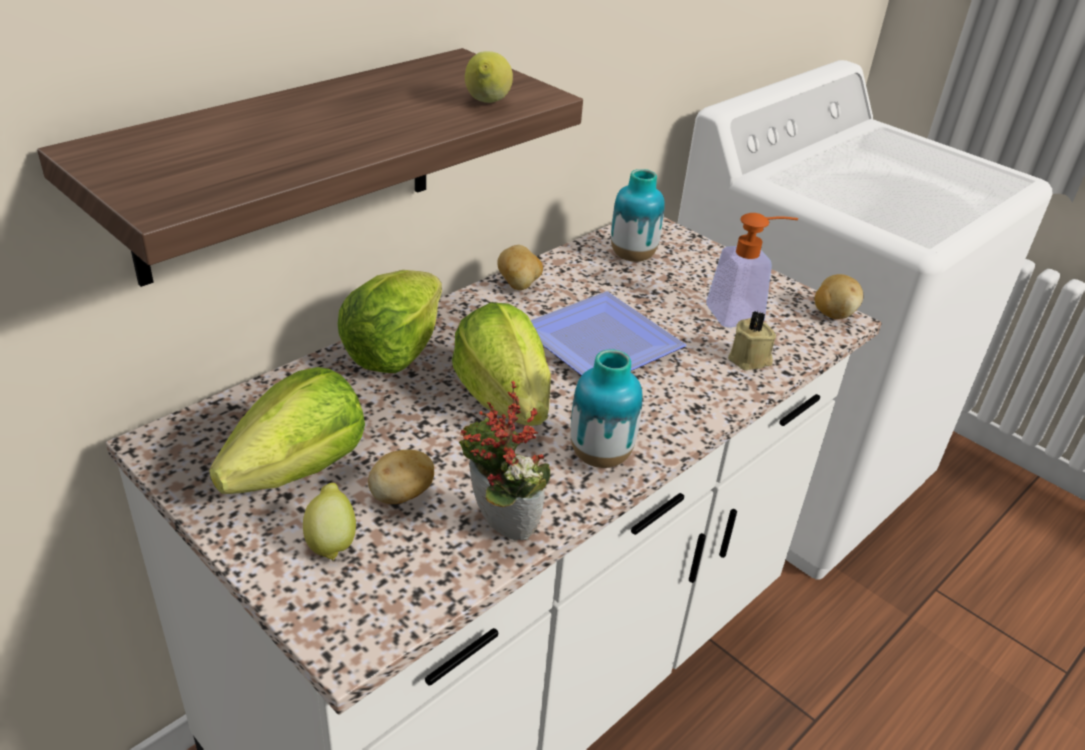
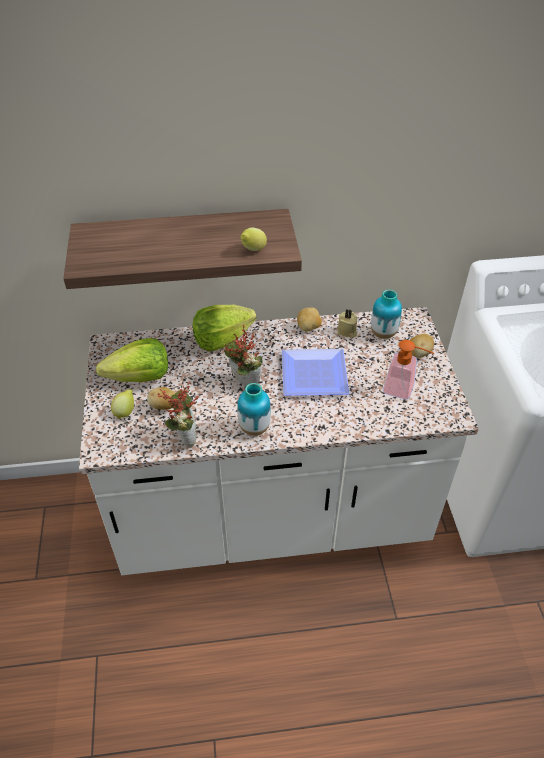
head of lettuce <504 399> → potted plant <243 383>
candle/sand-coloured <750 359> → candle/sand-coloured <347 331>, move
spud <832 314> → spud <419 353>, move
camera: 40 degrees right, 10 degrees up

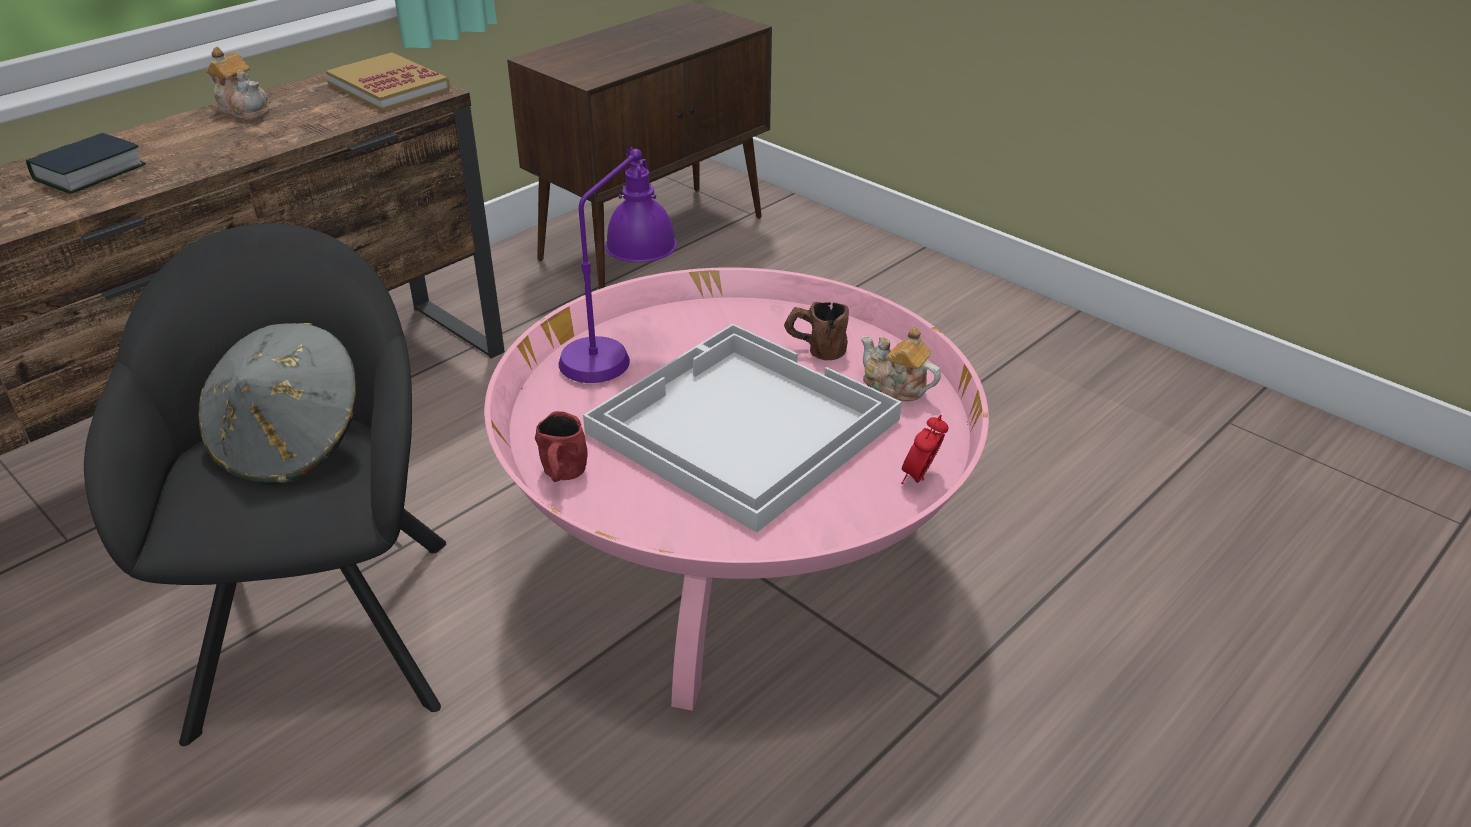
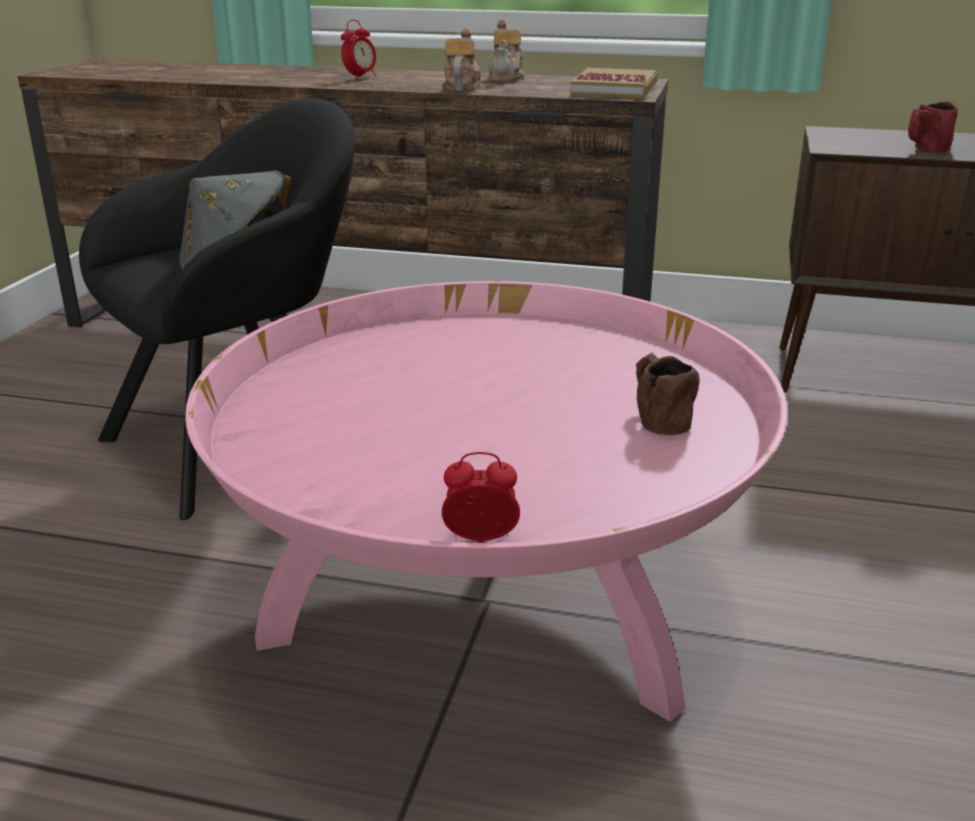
bound book <89 173> → table clock <360 77>
teapot <895 387> → teapot <461 87>, move
tea mug/red <563 477> → tea mug/red <924 150>, move
lamp for a table/purplish <620 351> → -
serving tray/white <740 426> → -
camera: 60 degrees right, 10 degrees down

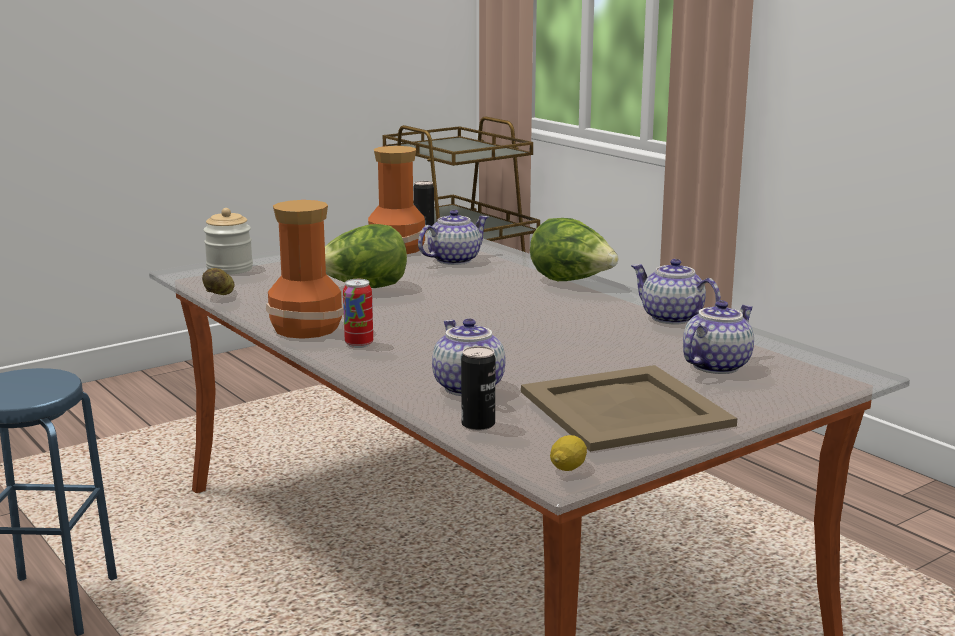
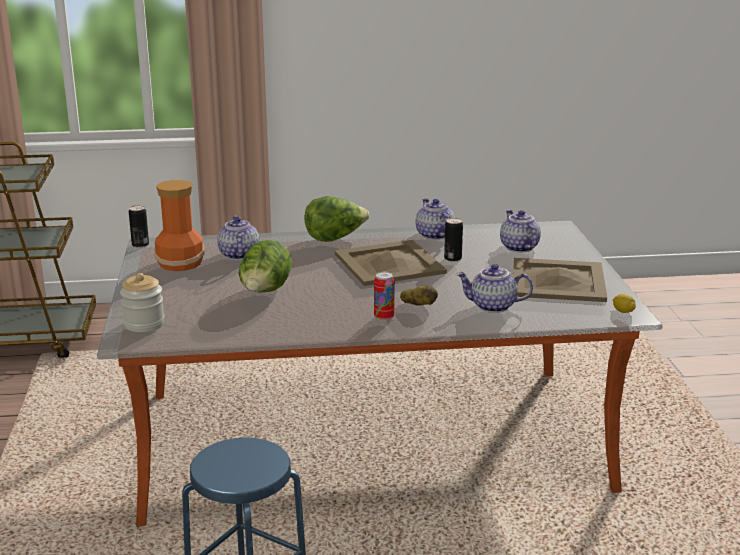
- → serving tray/sand-coloured <389 263>
spud <220 295> → spud <419 305>, move
teapot <672 318> → teapot <434 235>, 90 degrees clockwise
sealed can <478 424> → sealed can <452 258>, move
decorative vase <304 328> → -
camera: 60 degrees left, 5 degrees up

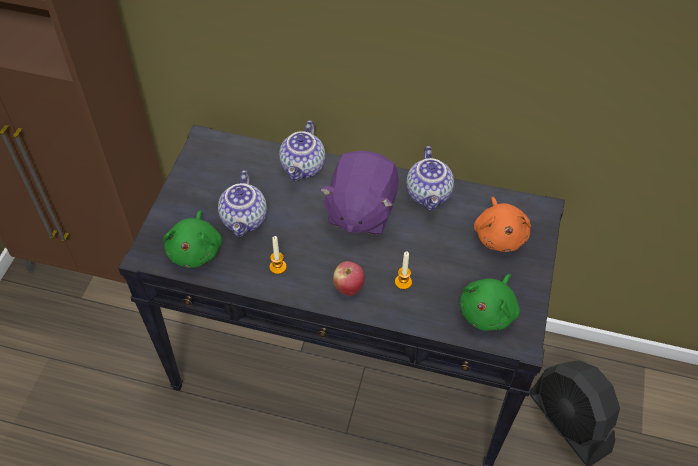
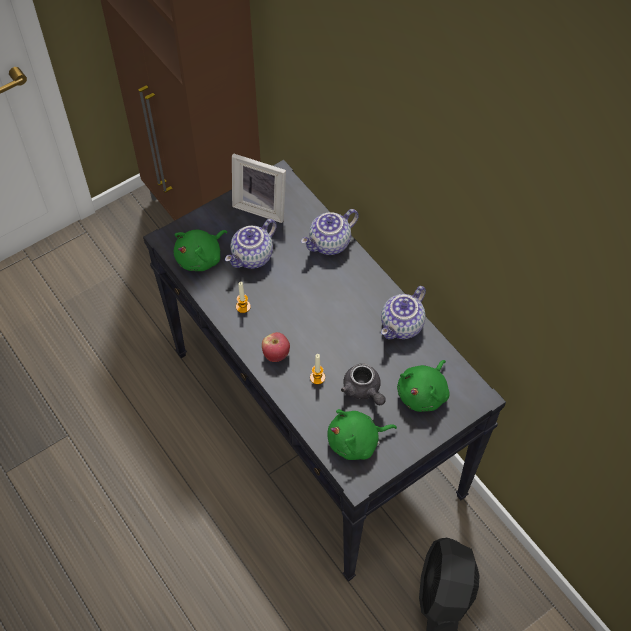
- → picture frame <262 206>
- → teapot/grey <363 390>
soft toy/orangey <499 235> → soft toy/greenish <423 393>
soft toy/purplish <360 211> → -
camera: 40 degrees right, 5 degrees up

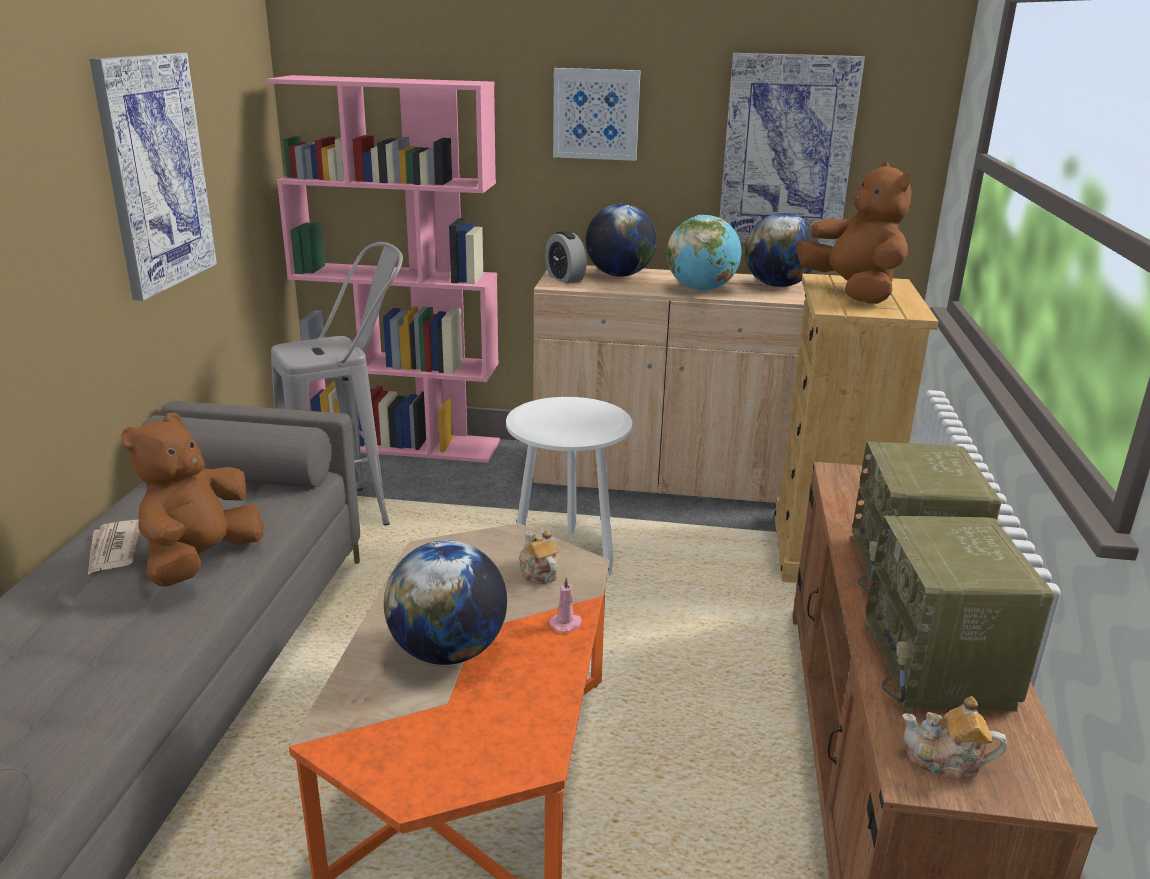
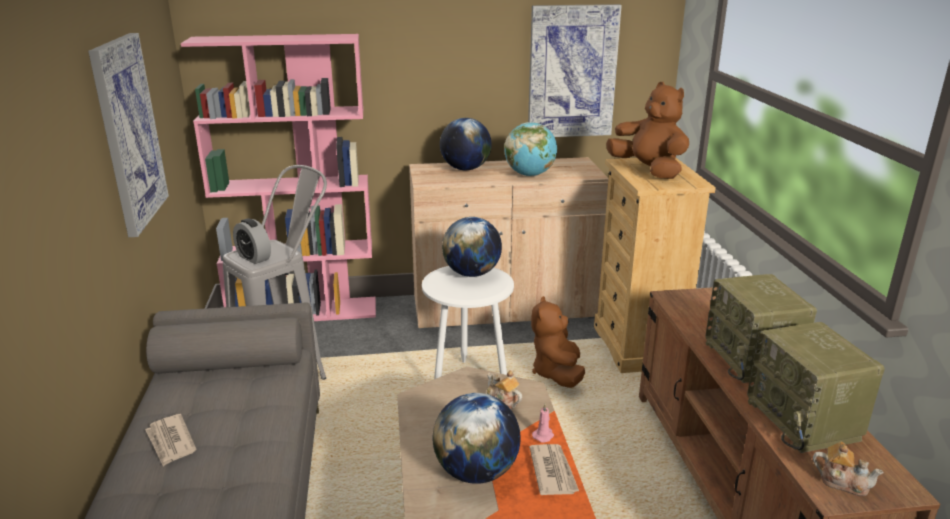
table clock <565 278> → table clock <254 258>, move
desk globe <777 286> → desk globe <472 273>, move
- → printed paper <553 471>
soft toy/brown <201 561> → soft toy/brown <557 373>, move
teapot <946 762> → teapot <842 482>, 150 degrees counterclockwise
wall picture <596 114> → -
camera: 15 degrees left, 0 degrees up

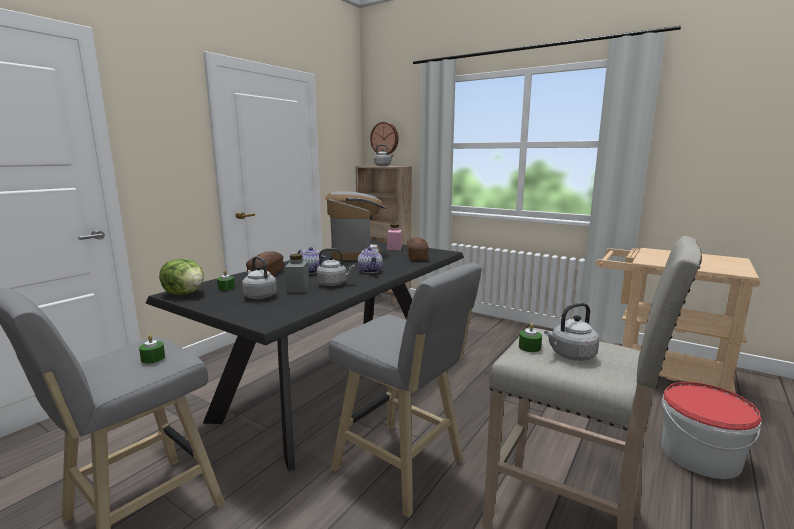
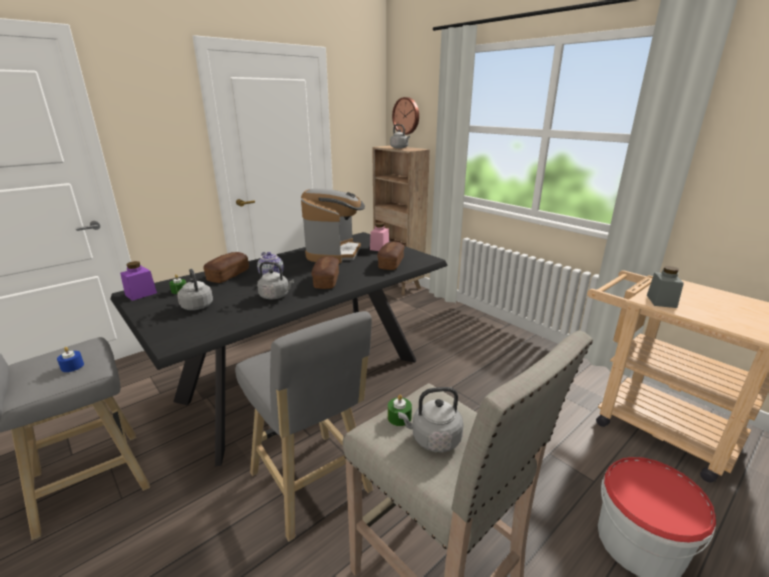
candle/greenish <153 358> → candle/blue-coloured <72 366>
head of lettuce <185 293> → jar/purplish <141 294>
teapot <370 271> → bakery bread <326 281>
jar/grey <297 288> → jar/grey <661 301>, move
camera: 15 degrees right, 10 degrees up

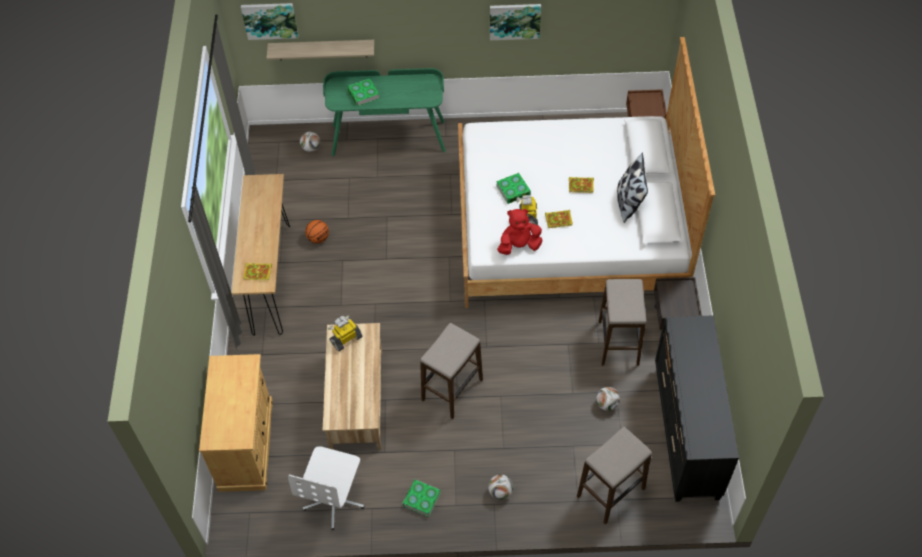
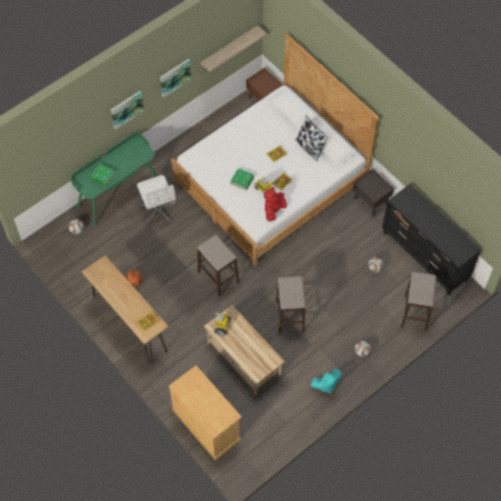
wall picture <270 20> → wall picture <126 109>, move
desk chair/white <334 499> → desk chair/white <158 209>, move
sitting stool <618 343> → sitting stool <218 277>, move
bracket shelf <322 49> → bracket shelf <229 48>, move
bound book <421 499> → soft toy/turquoise-coloured <326 384>
camera: 40 degrees left, 5 degrees up

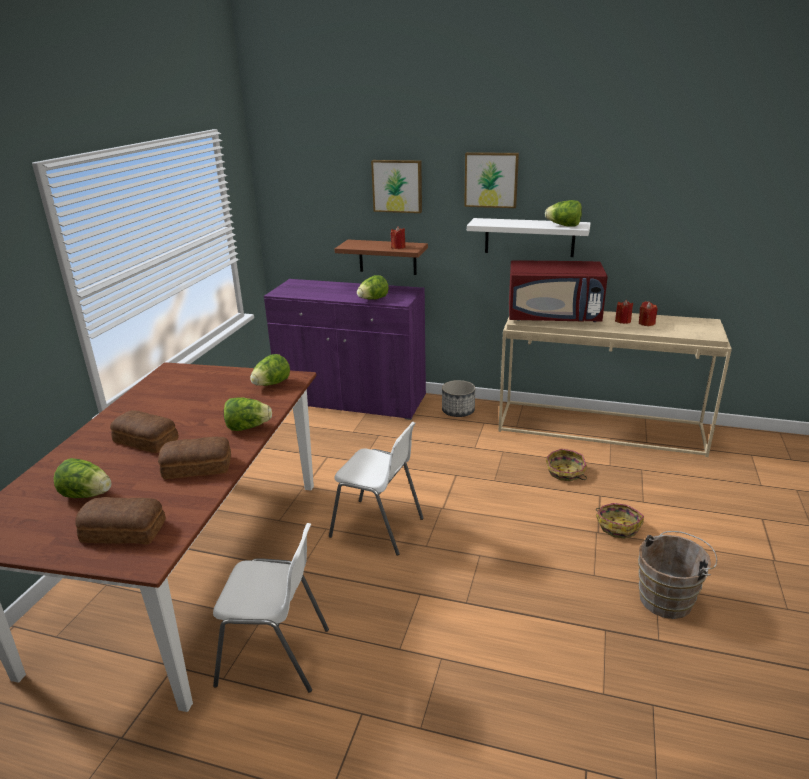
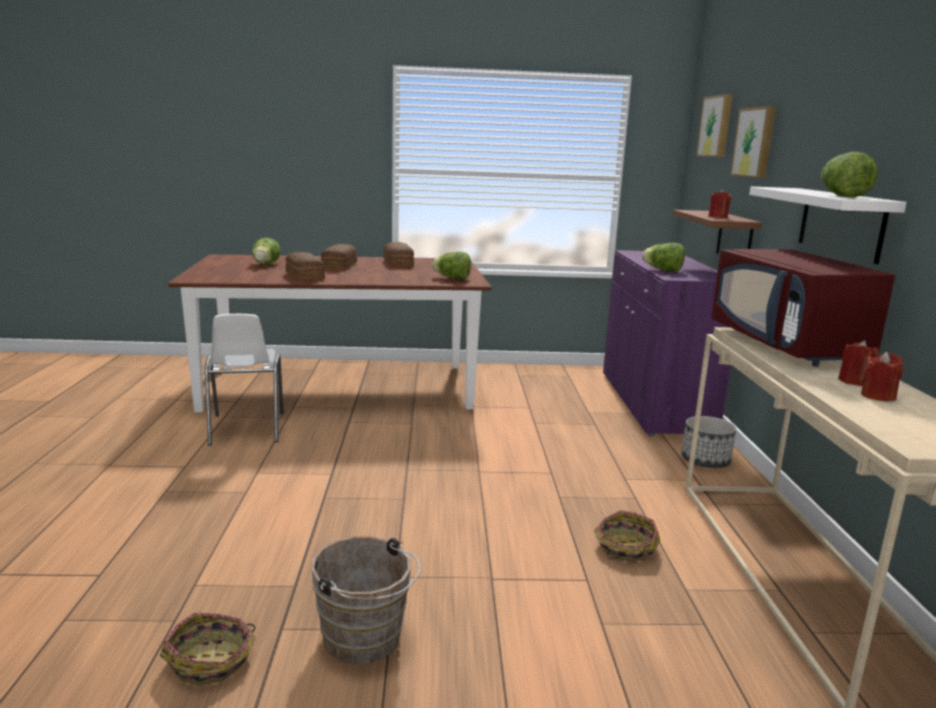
basket <618 526> → basket <212 660>, move
bakery bread <123 530> → bakery bread <399 263>, move
wall picture <491 179> → wall picture <717 126>, move
head of lettuce <248 427> → -
chair/white <378 528> → -
camera: 70 degrees right, 10 degrees down

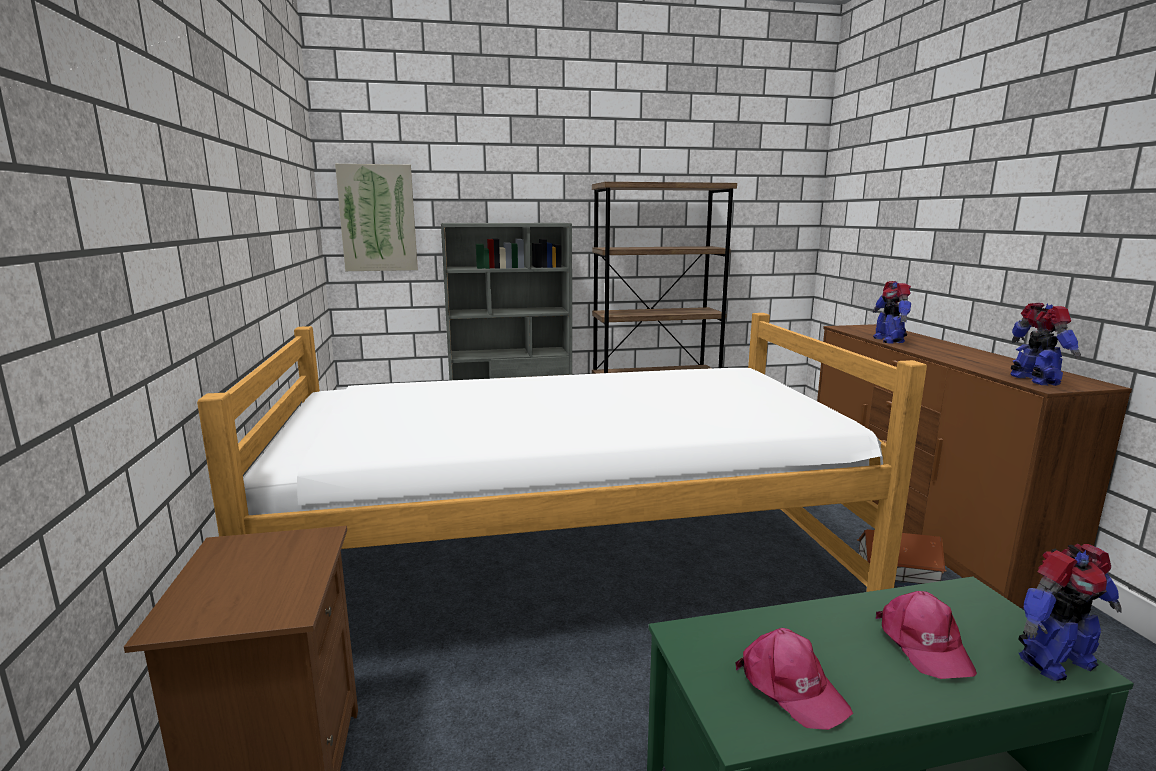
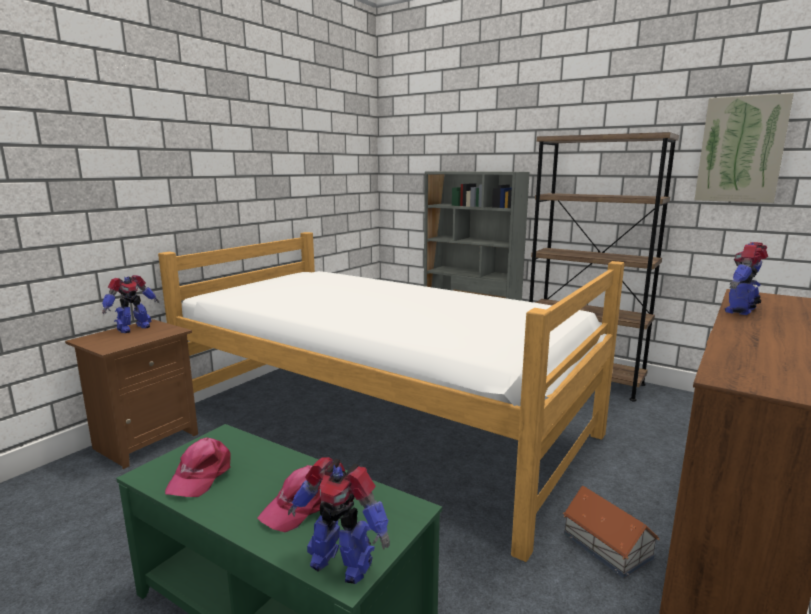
toy robot <1034 380> → toy robot <133 328>, move
wall picture <378 218> → wall picture <741 150>, move
camera: 45 degrees right, 0 degrees up

